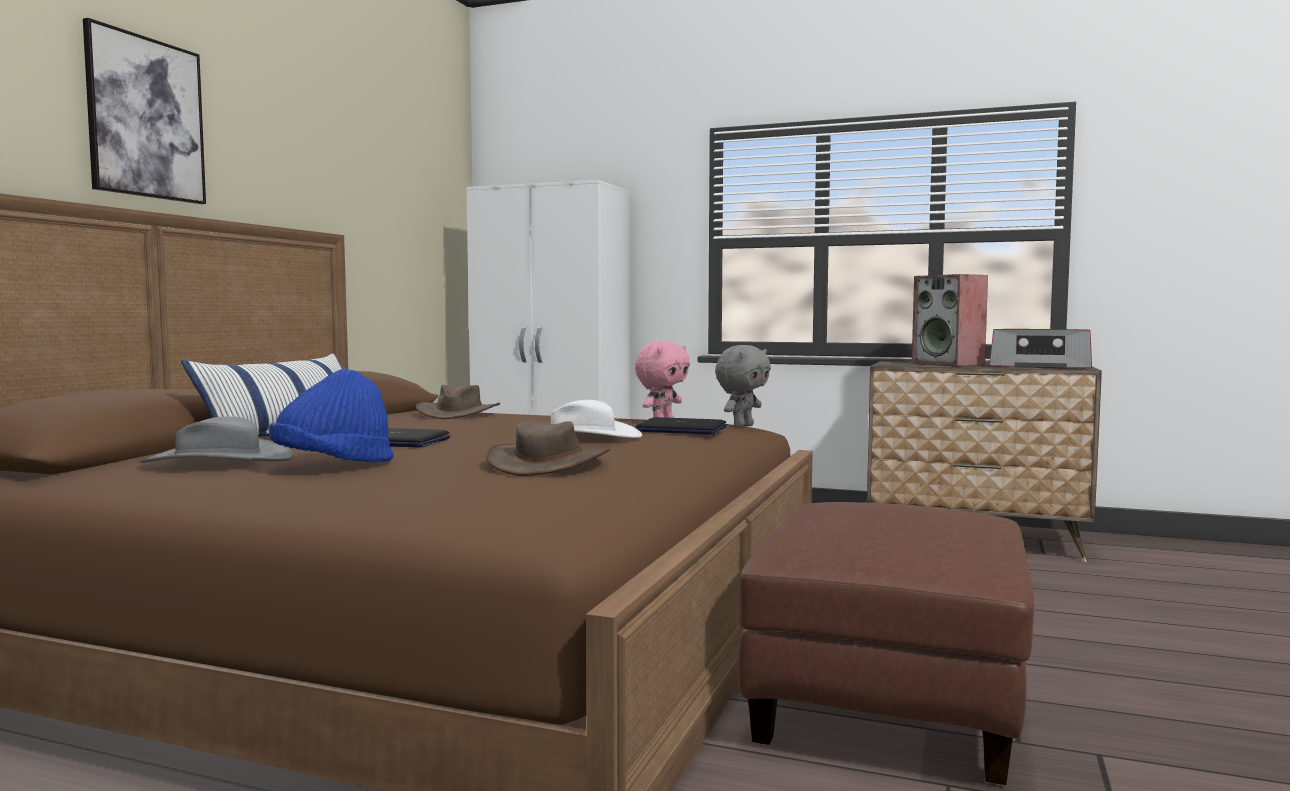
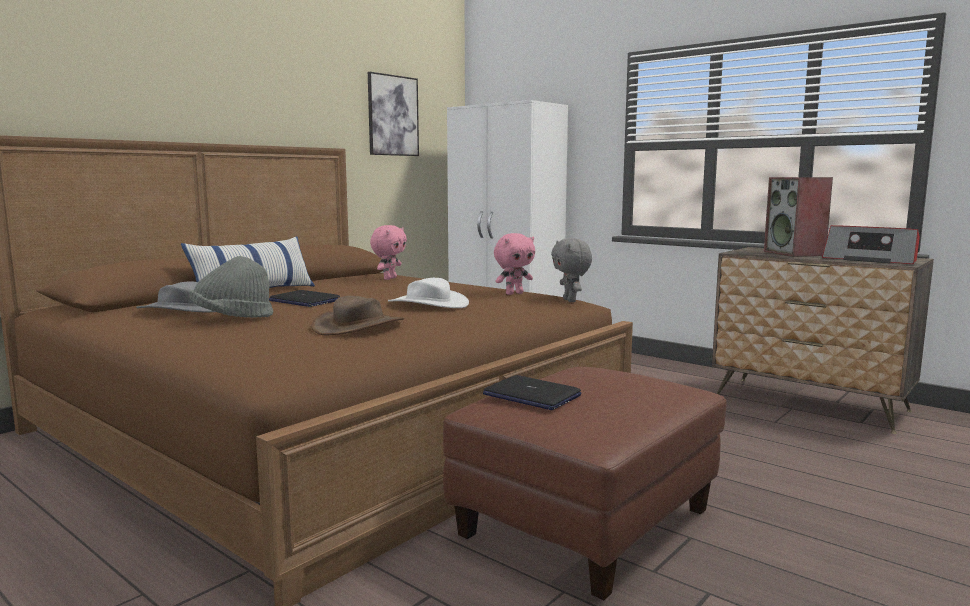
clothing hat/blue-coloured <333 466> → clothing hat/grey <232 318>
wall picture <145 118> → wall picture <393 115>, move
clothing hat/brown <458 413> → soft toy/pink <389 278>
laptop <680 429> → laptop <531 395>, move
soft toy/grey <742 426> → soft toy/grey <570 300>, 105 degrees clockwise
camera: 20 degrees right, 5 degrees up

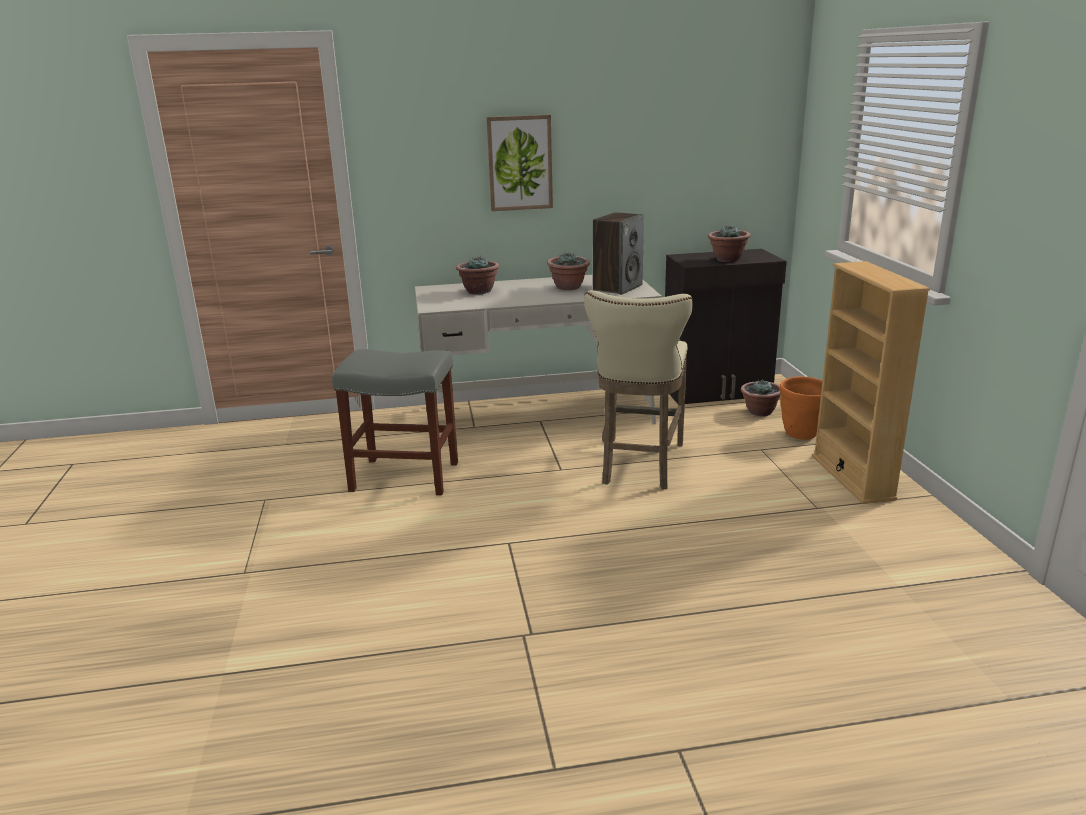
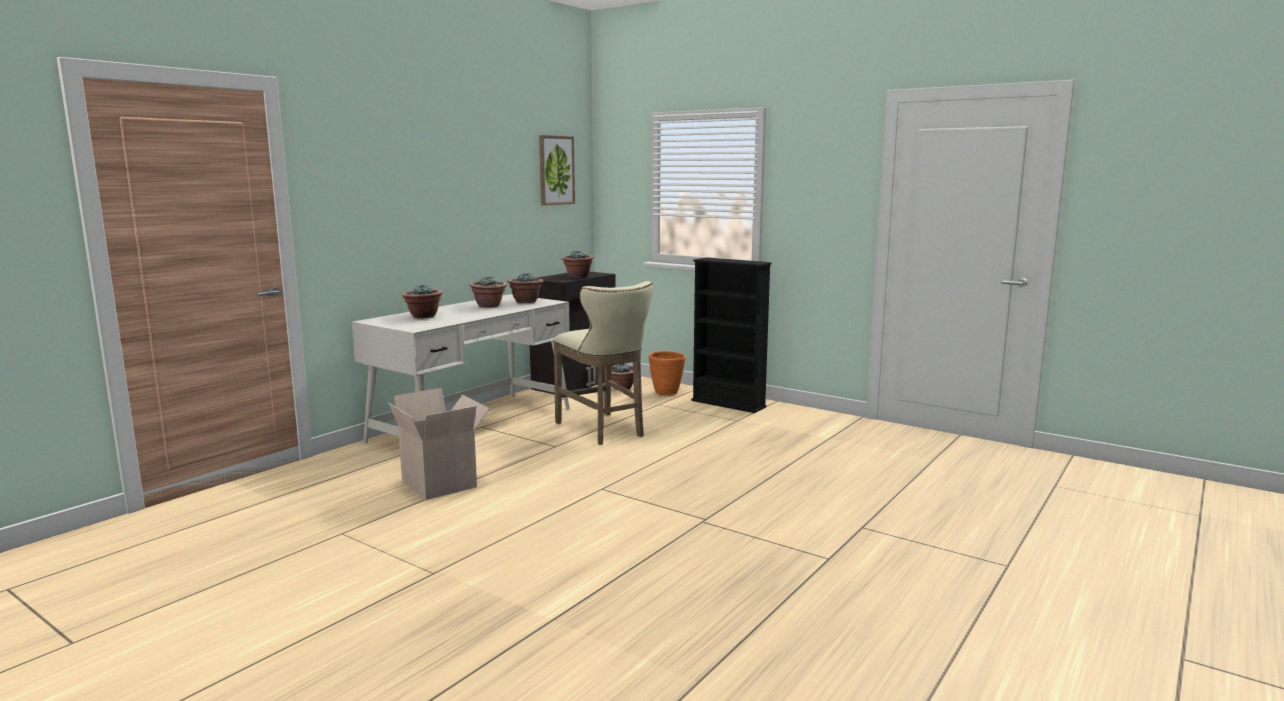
sitting stool/grey <403 477> → packing box <441 483>
loudspeaker <617 287> → potted plant <526 302>
wall picture <520 163> → wall picture <556 170>, move
shelving unit/sand-coloured <852 477> → shelving unit/black <728 404>
camera: 45 degrees left, 10 degrees down

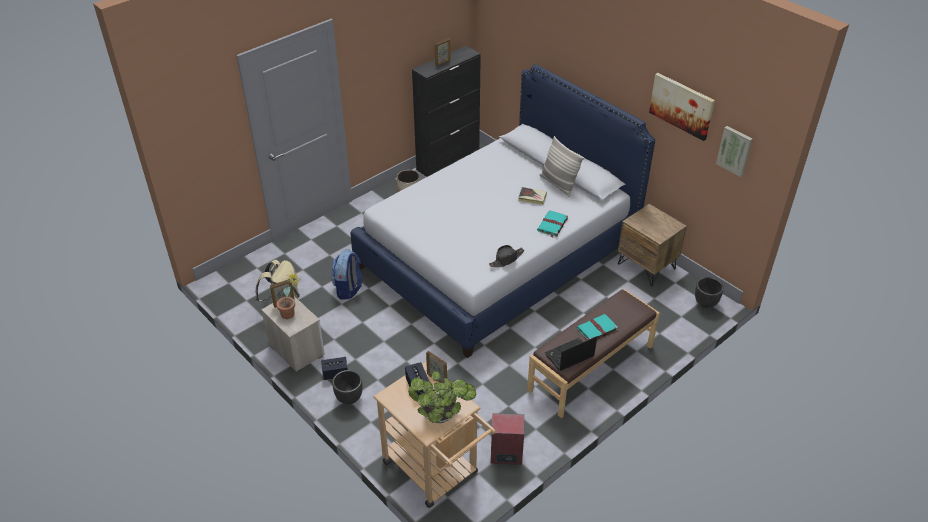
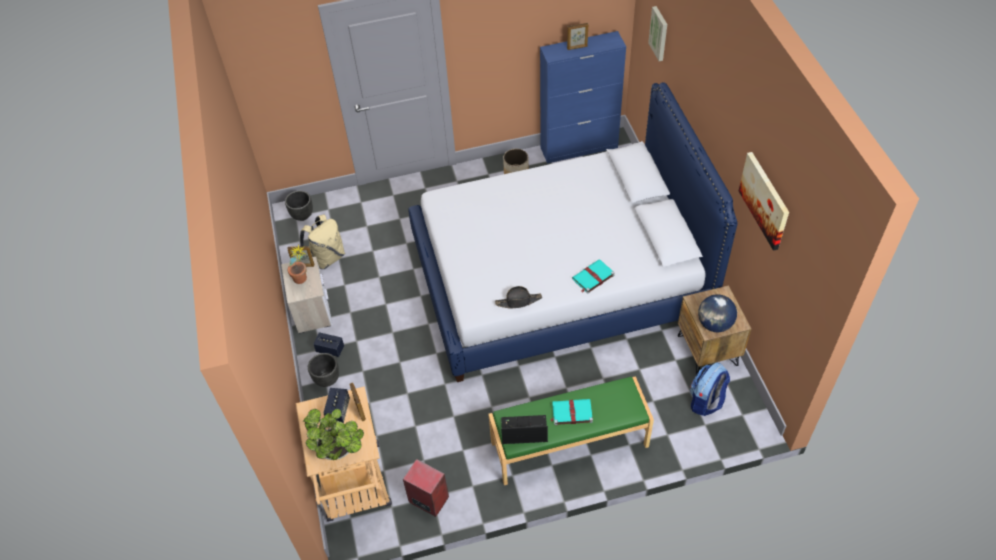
plant pot/black <705 303> → plant pot/black <302 215>, move
indoor bench/brown <591 368> → indoor bench/greenish <569 445>
cupboard/black <448 161> → cupboard/blue-coloured <579 147>
wall picture <735 150> → wall picture <659 33>, move
knapsack <348 289> → knapsack <706 401>, move
- → desk globe <715 324>
bound book <532 197> → -
throw pillow <558 184> → -
camera: 30 degrees right, 10 degrees up

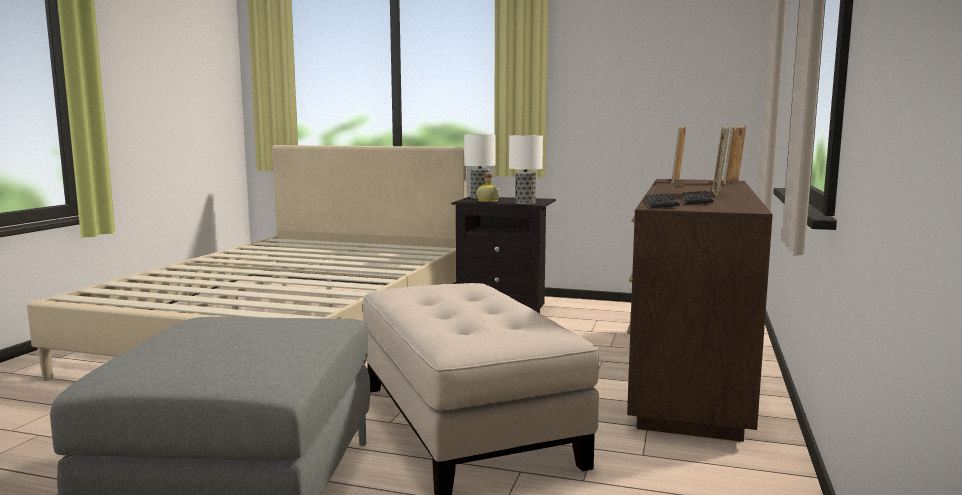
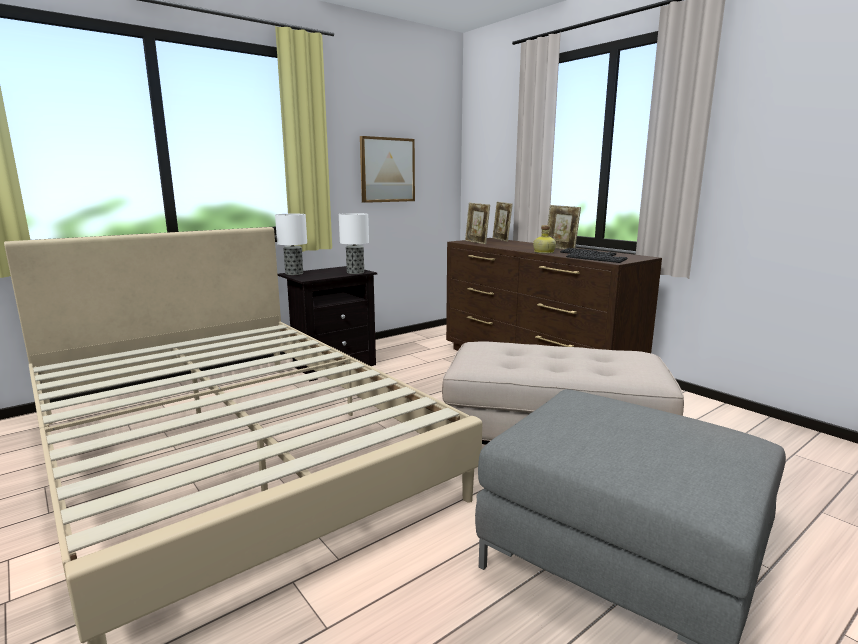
- → wall picture <387 170>
beverage bottle <488 201> → beverage bottle <543 252>, move
camera: 55 degrees left, 5 degrees up

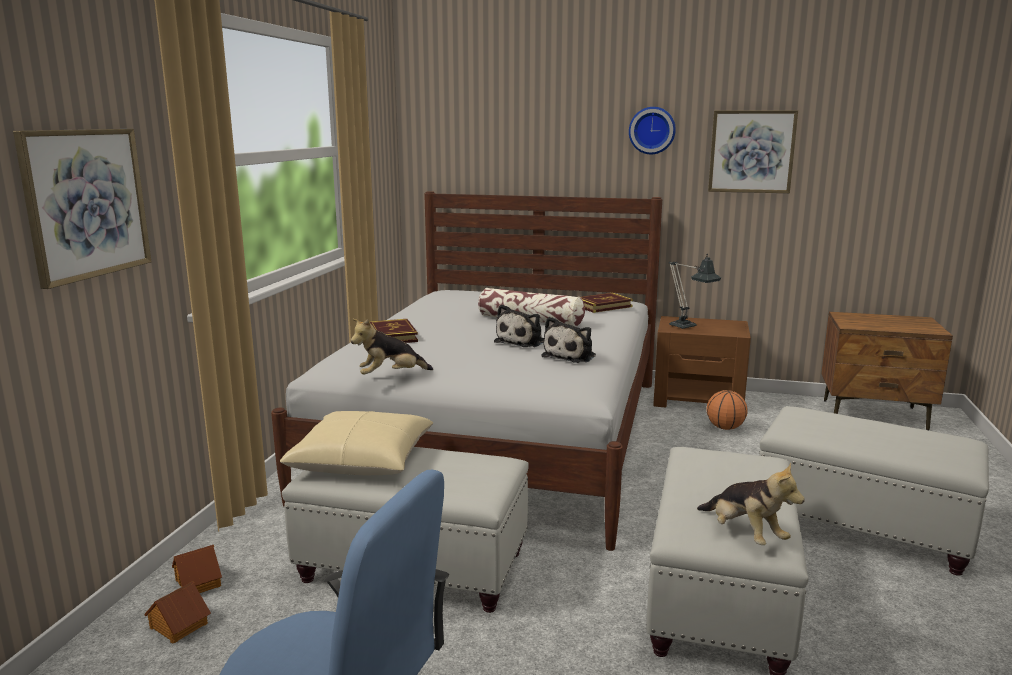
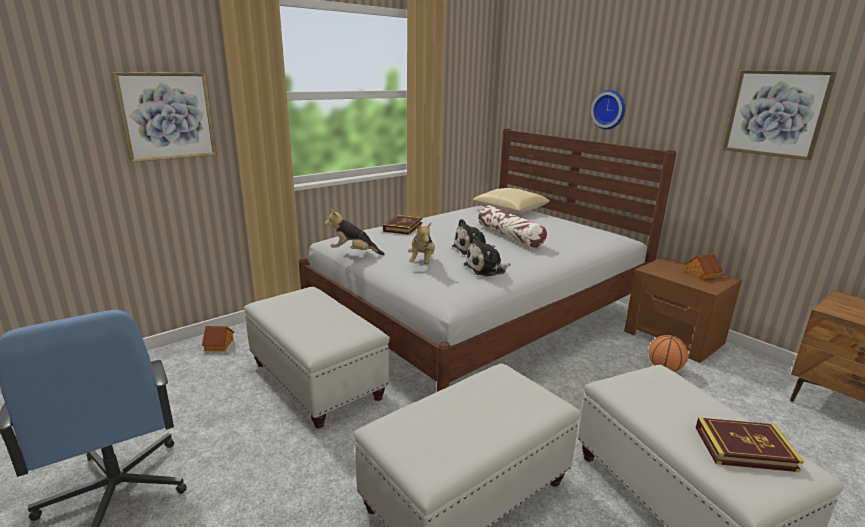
soft toy <744 534> → soft toy <422 262>, move
throw pillow/sand-coloured <362 460> → throw pillow/sand-coloured <510 210>, move
clock on the wall <652 130> → clock on the wall <609 109>, move
model house <178 626> → model house <700 274>, move
bound book <603 306> → bound book <744 448>, move
lamp for a table <687 327> → -
camera: 35 degrees right, 5 degrees up

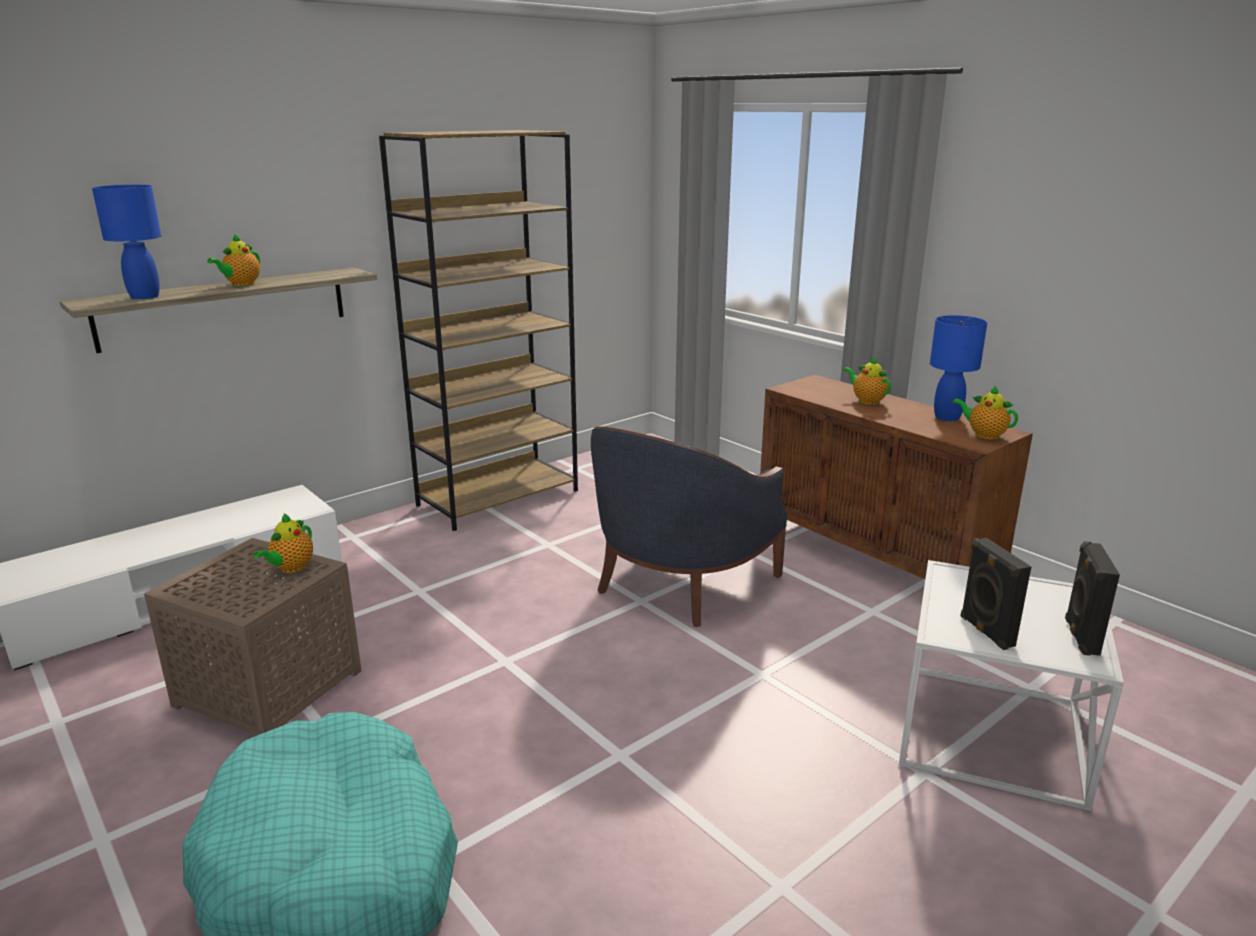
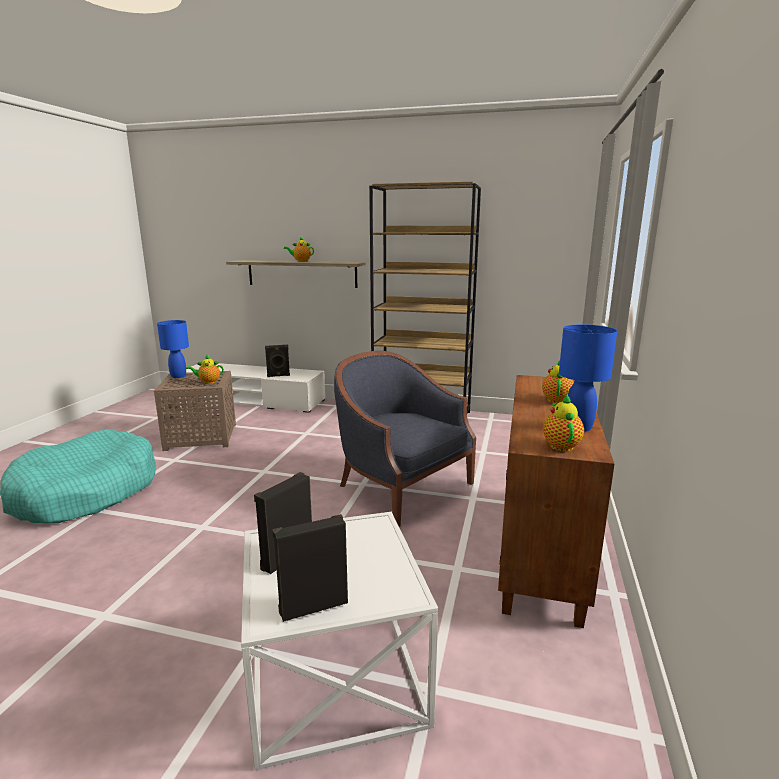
lamp for a table/blue-coloured <145 297> → lamp for a table/blue-coloured <178 376>, move
- → loudspeaker/black <278 376>
lounge chair/blue-coloured <680 581> → lounge chair/blue-coloured <401 487>, 45 degrees clockwise
camera: 55 degrees right, 5 degrees down

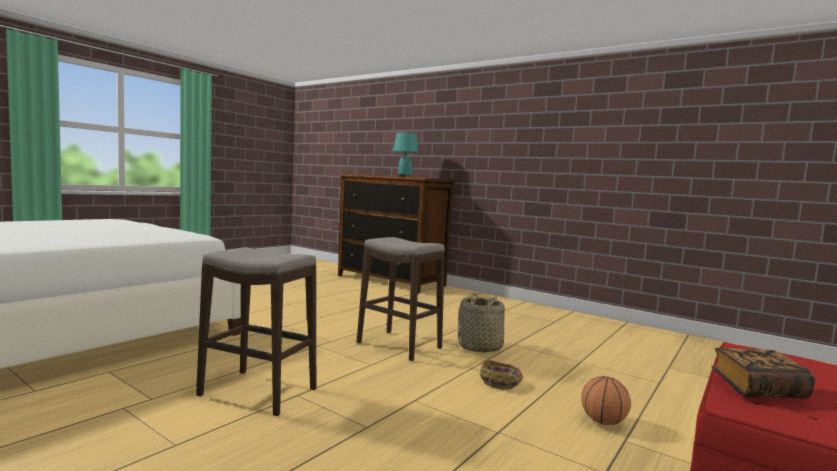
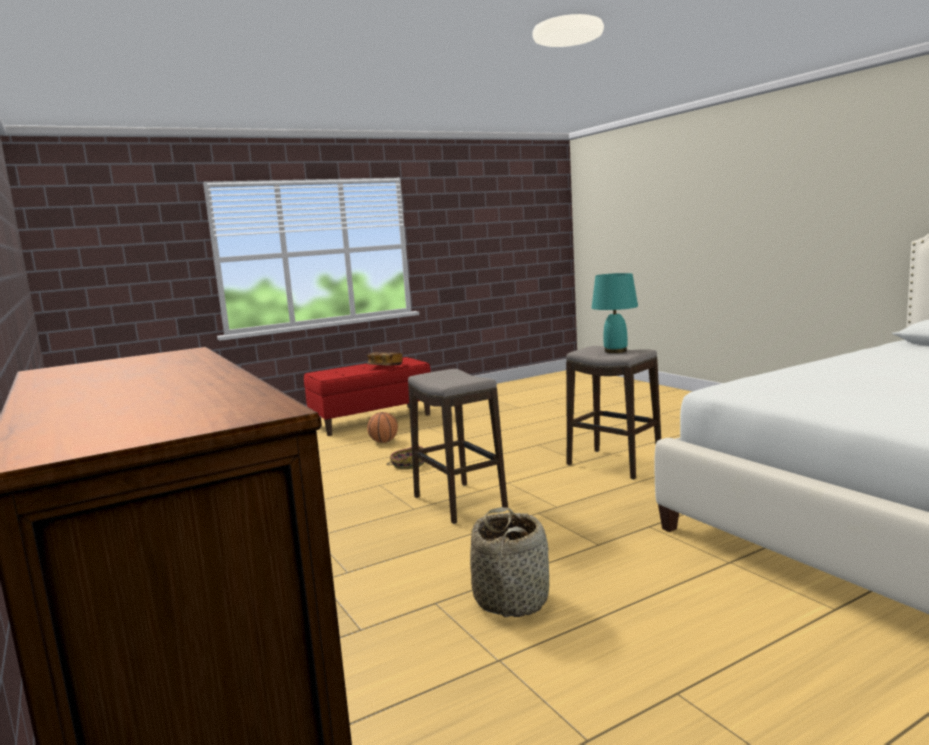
basket <479 347> → basket <512 599>, move
lamp for a table/turquoise-coloured <404 177> → lamp for a table/turquoise-coloured <616 351>, move
camera: 155 degrees left, 5 degrees up

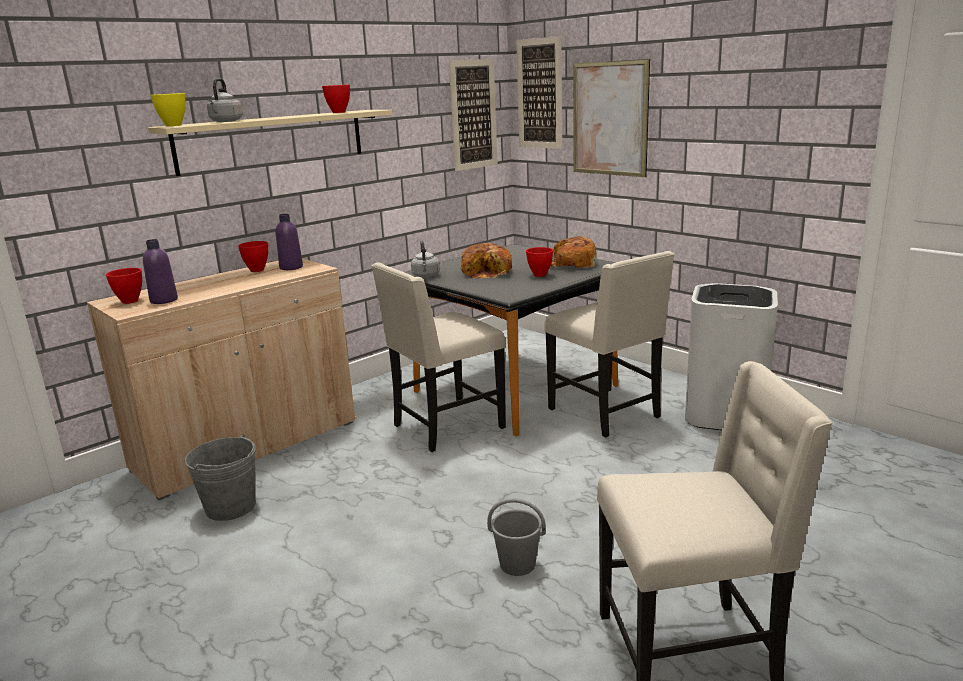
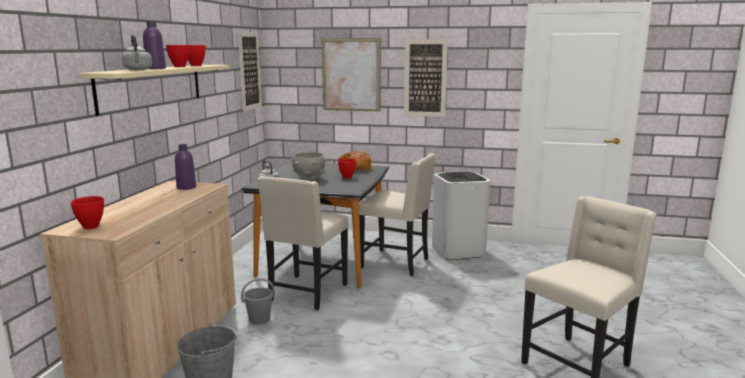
beverage bottle/purplish <164 300> → beverage bottle/purplish <155 68>, move
deep dish/red <257 270> → deep dish/red <180 66>, move
pail/grey <518 564> → pail/grey <260 319>, move
bakery bread <488 272> → deep dish/grey <309 179>
wall picture <539 94> → wall picture <425 78>, move
deep dish/yellow <174 125> → -
camera: 35 degrees left, 5 degrees down

